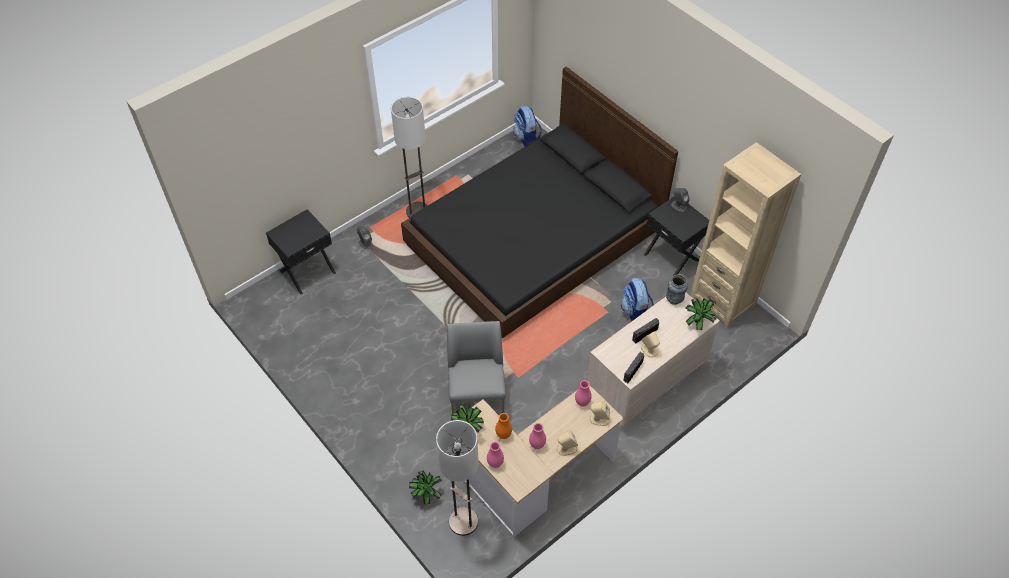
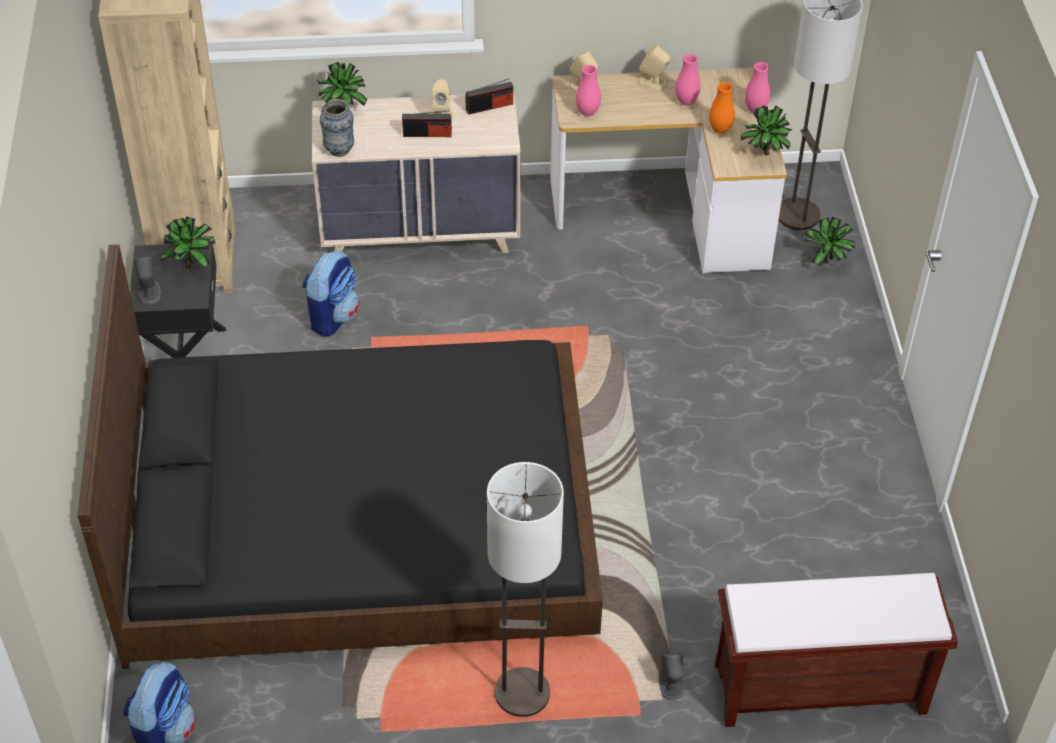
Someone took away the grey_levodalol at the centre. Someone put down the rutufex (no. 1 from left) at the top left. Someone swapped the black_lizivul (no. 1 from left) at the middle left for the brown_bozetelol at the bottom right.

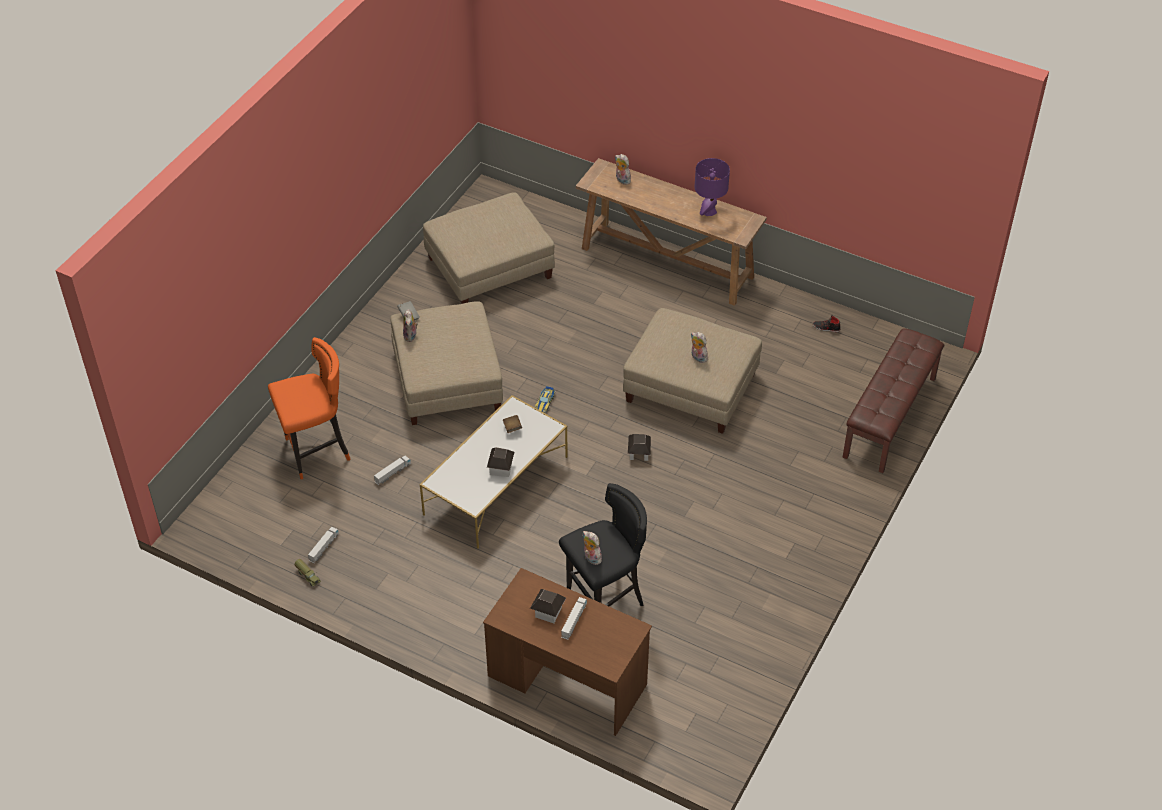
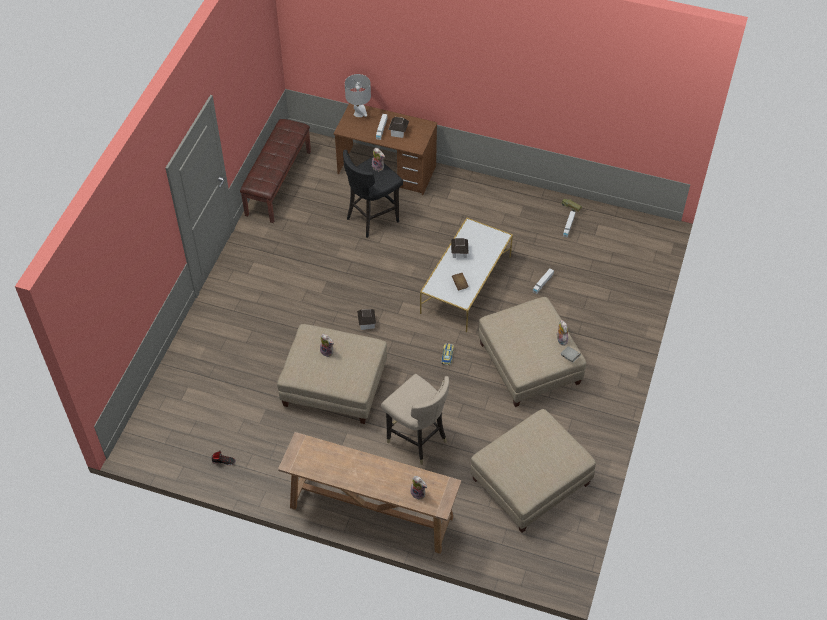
Someone took away the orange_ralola at the middle left. Someone took away the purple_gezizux at the top centre. Someone put down the grey_gezizux at the top centre. Someone put down the beige_ralola at the bottom centre. Someone carried the brown_bozetelol from the middle right to the top left.

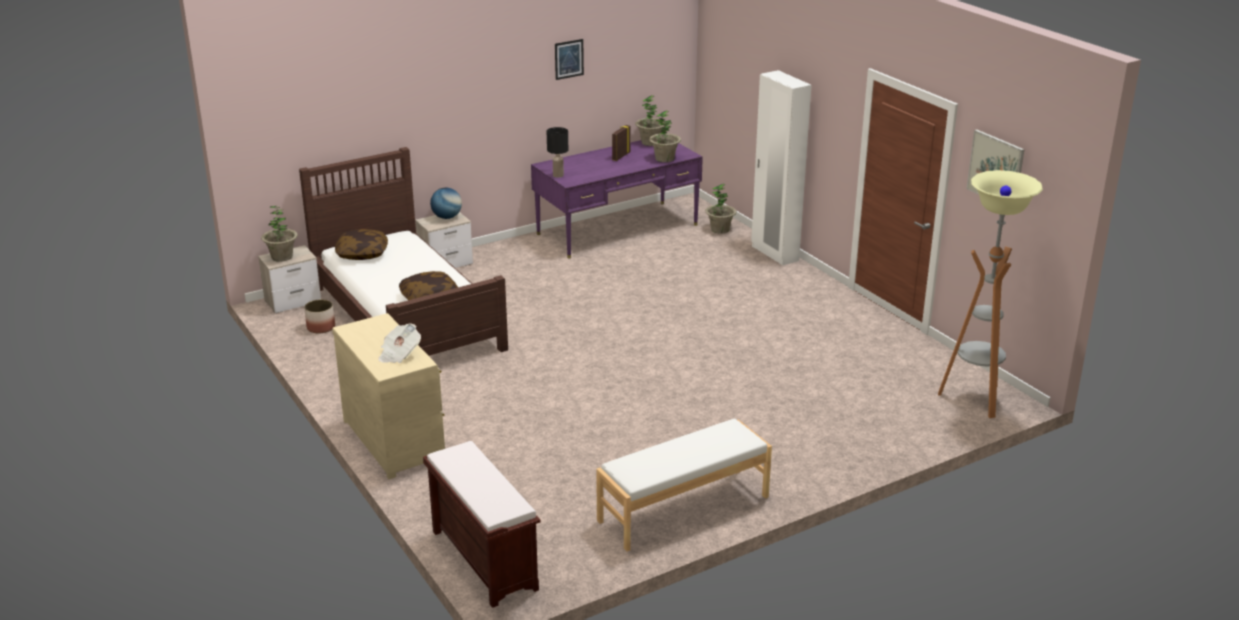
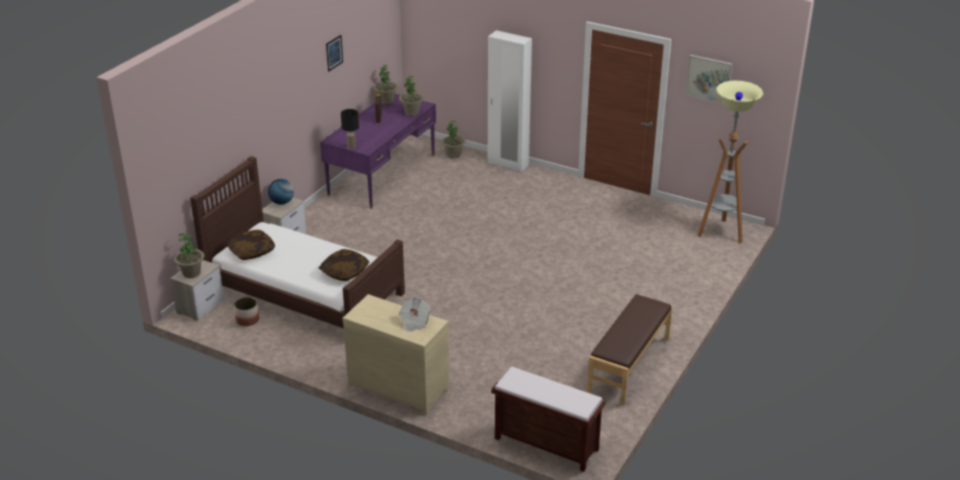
Someone repainted the white_bozetelol at the bottom centre, which became the brown_bozetelol (no. 2 from left) at the bottom centre.

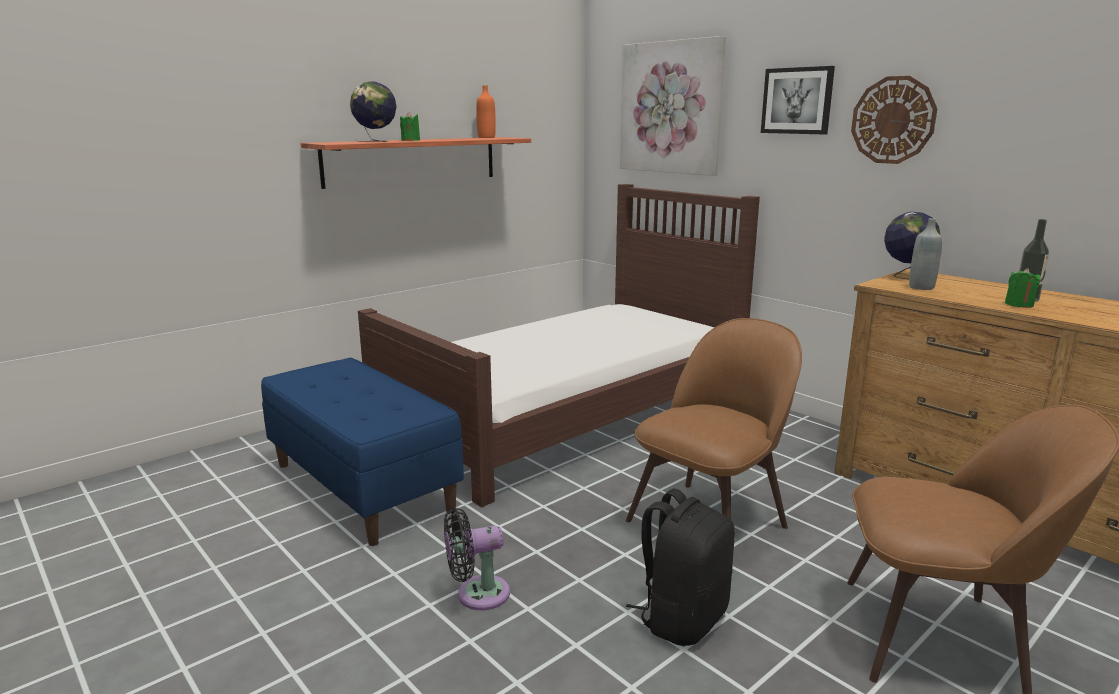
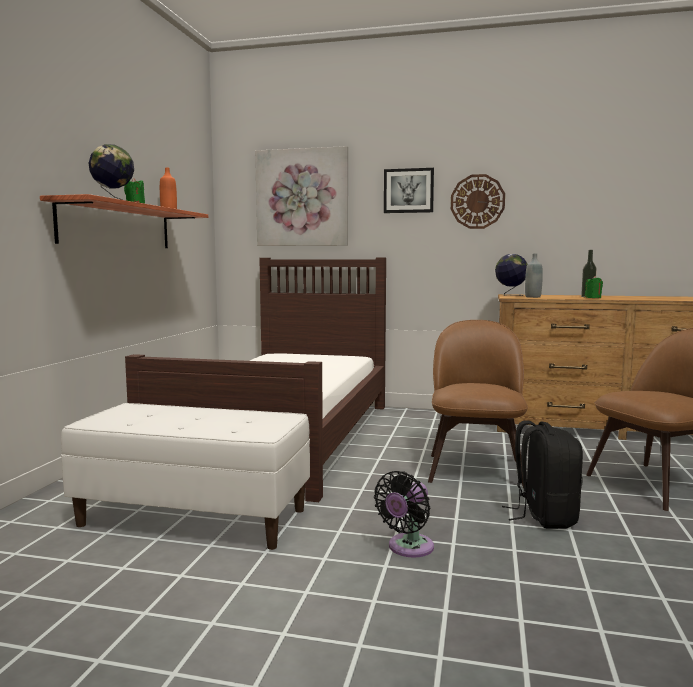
Someone repainted the blue_bozetelol at the middle left, which became the white_bozetelol at the bottom left.

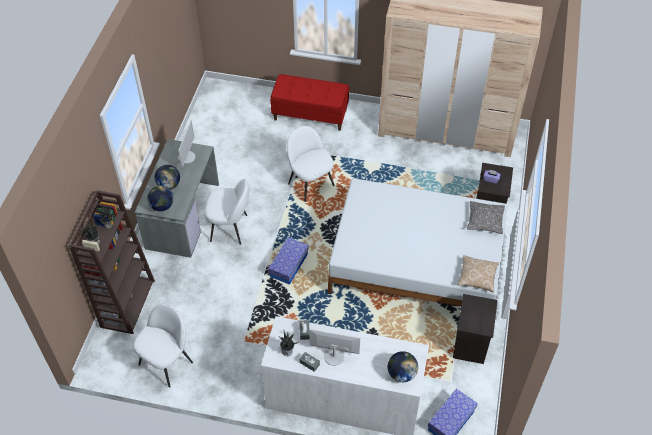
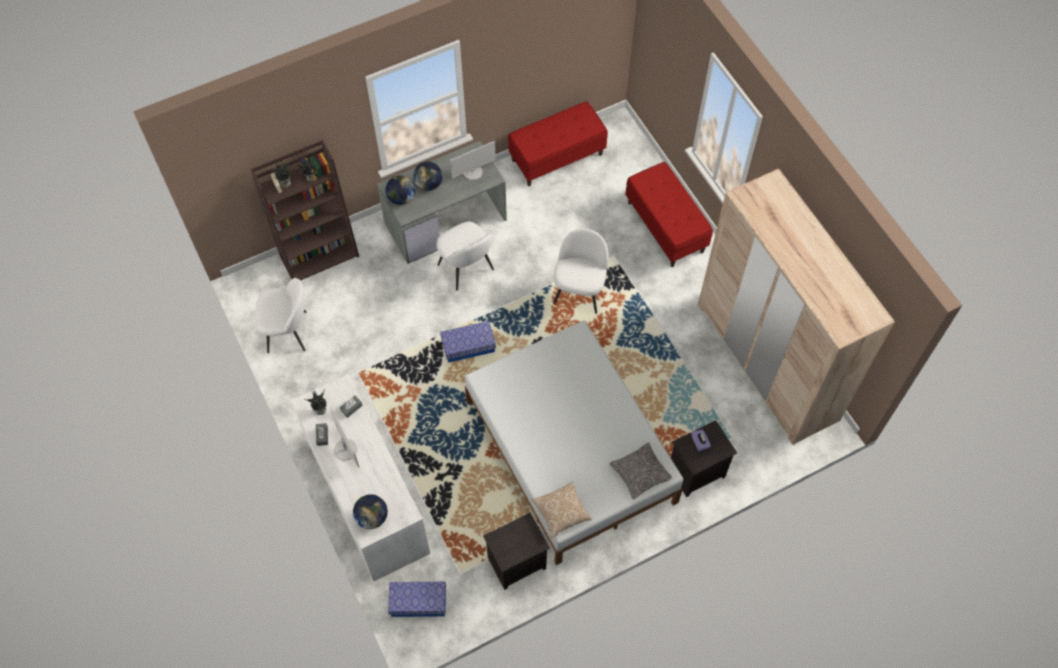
Someone put down the red_bozetelol (no. 1 from left) at the top centre.

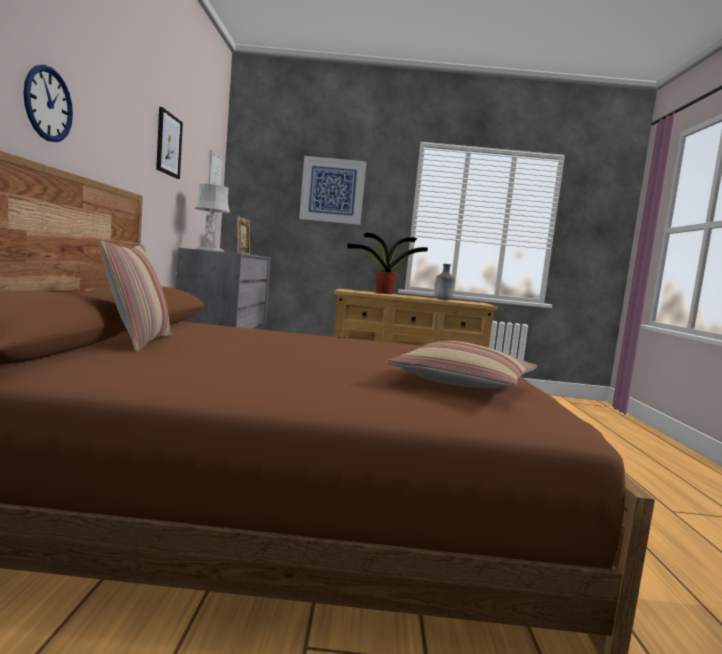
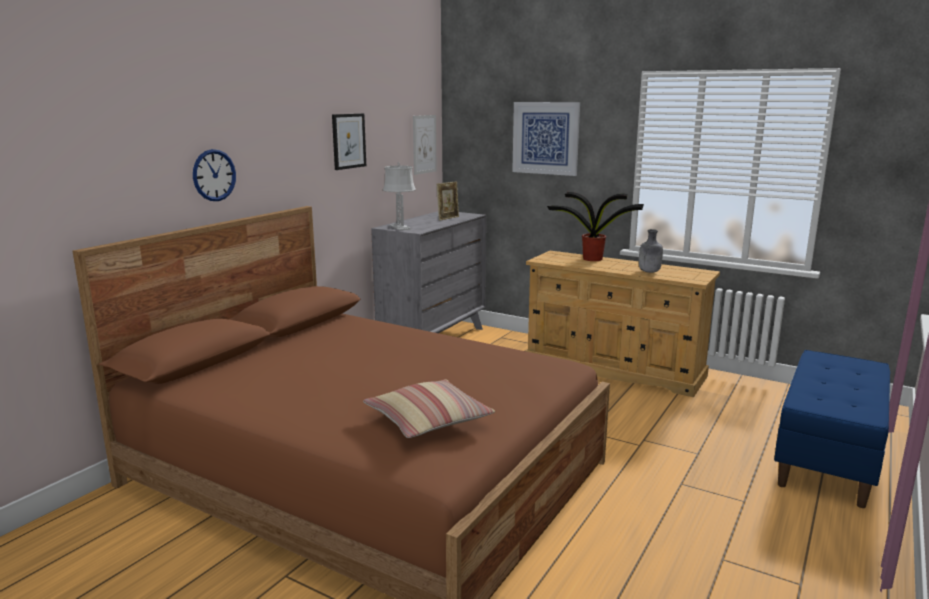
Someone took away the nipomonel (no. 1 from left) at the middle left. Someone put down the blue_bozetelol at the bottom right.

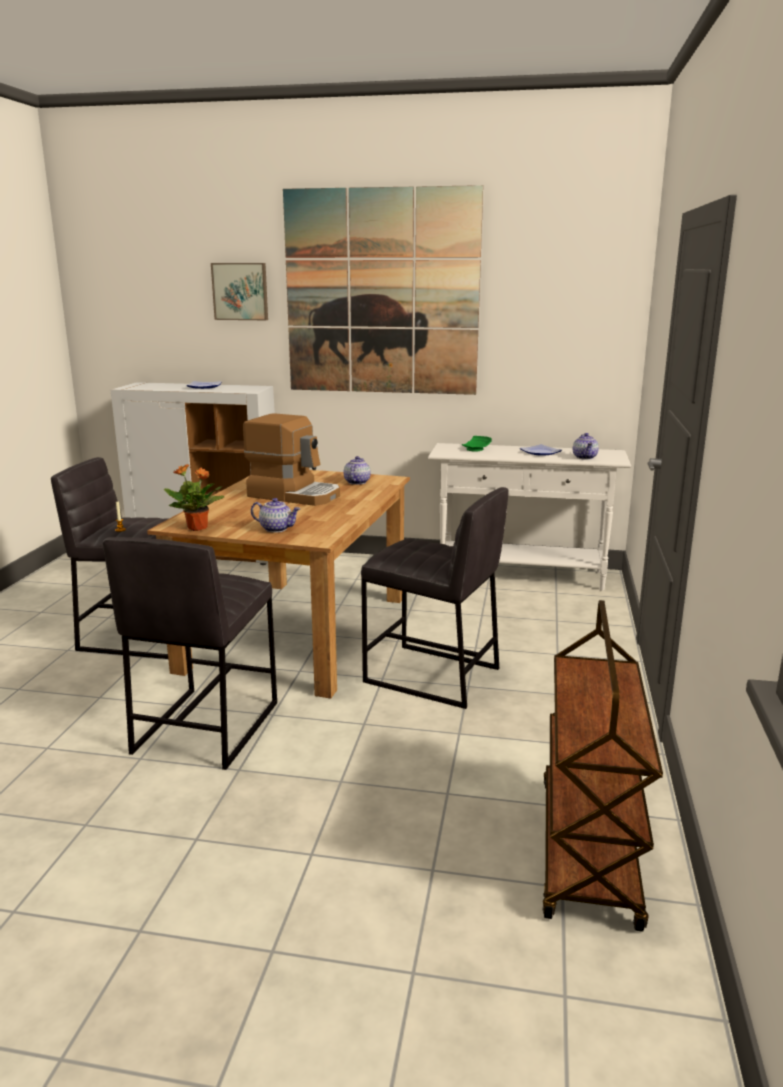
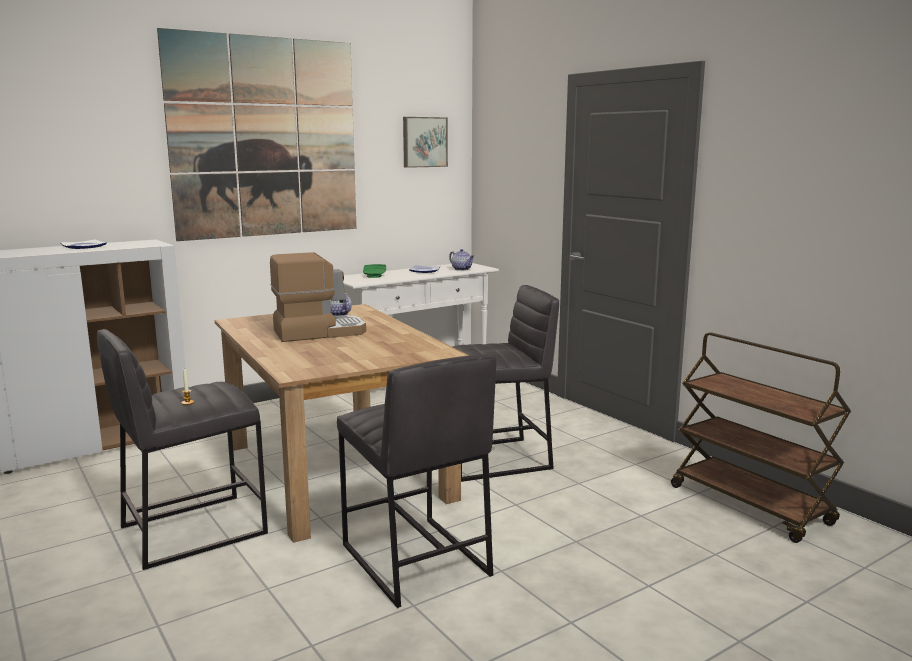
Someone took away the rutufex at the middle left. Someone took away the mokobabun (no. 1 from left) at the centre. Someone carried the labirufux (no. 1 from left in the first image) from the top left to the top centre.

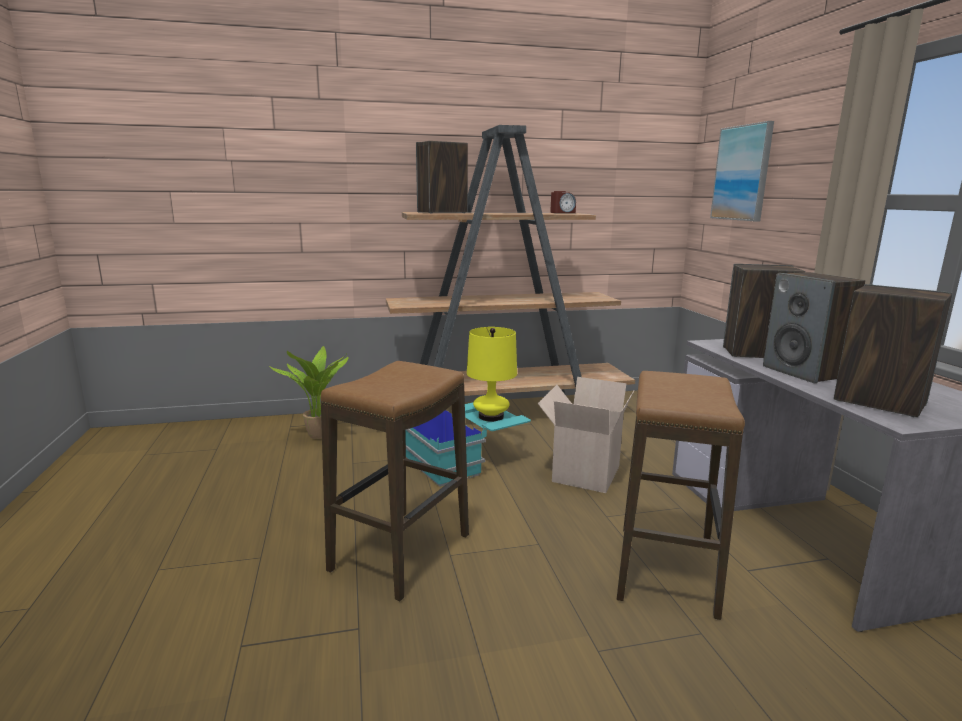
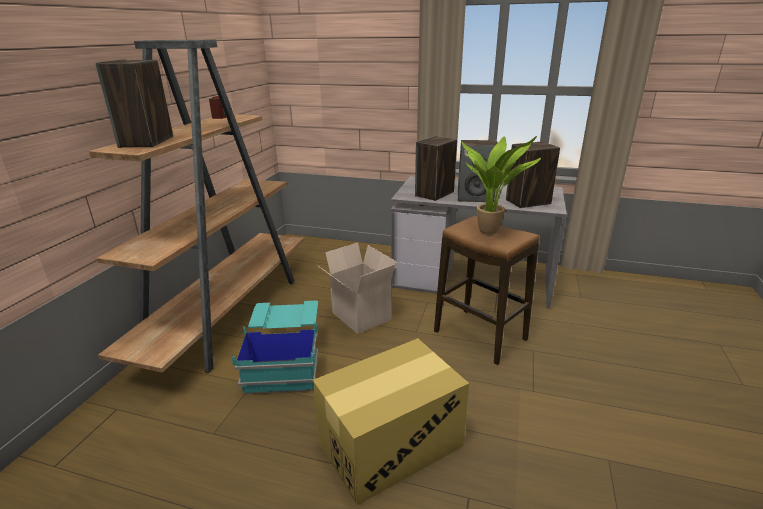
Someone took away the yellow_gezizux at the centre. Someone took away the labirufux at the top right. Someone carried the rutufex from the middle left to the centre. Someone swapped the ralola (no. 1 from left) at the bottom centre for the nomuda (no. 2 from left) at the bottom centre.

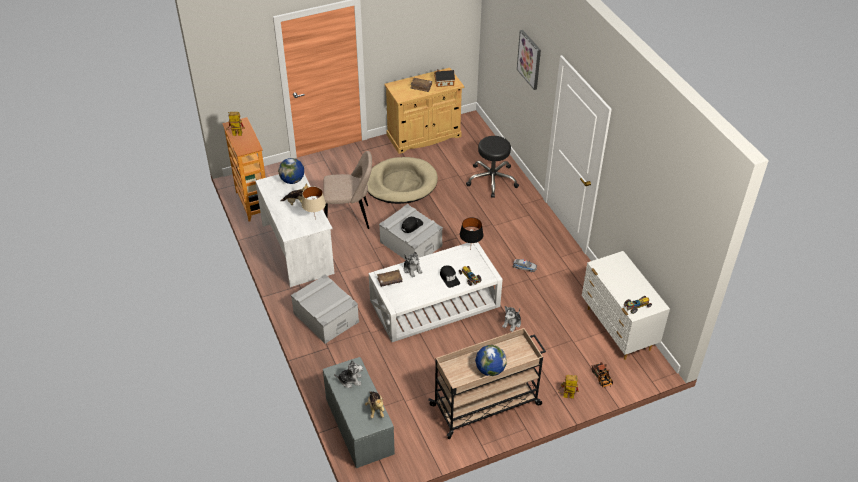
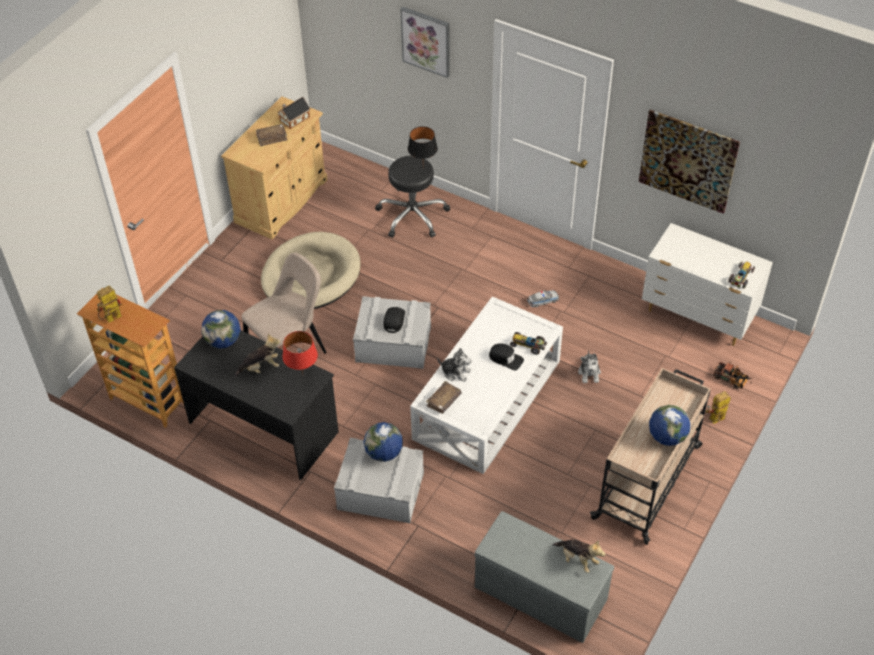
Someone took away the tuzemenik (no. 2 from left) at the bottom centre. Someone put down the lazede (no. 2 from left) at the bottom centre. Someone put up the labirufux (no. 2 from left) at the top right. Someone carried the black_gezizux from the centre to the top centre. Someone repainted the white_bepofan at the centre, which became the black_bepofan at the middle left. Someone repainted the beige_gezizux at the centre, which became the red_gezizux at the centre.

